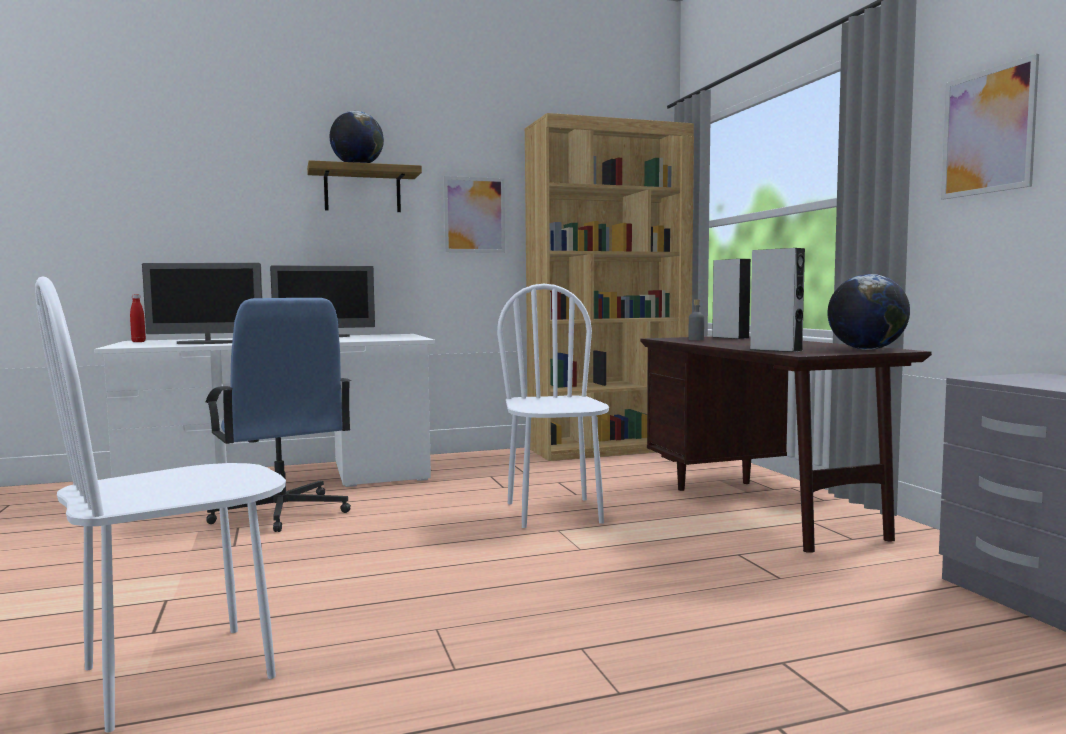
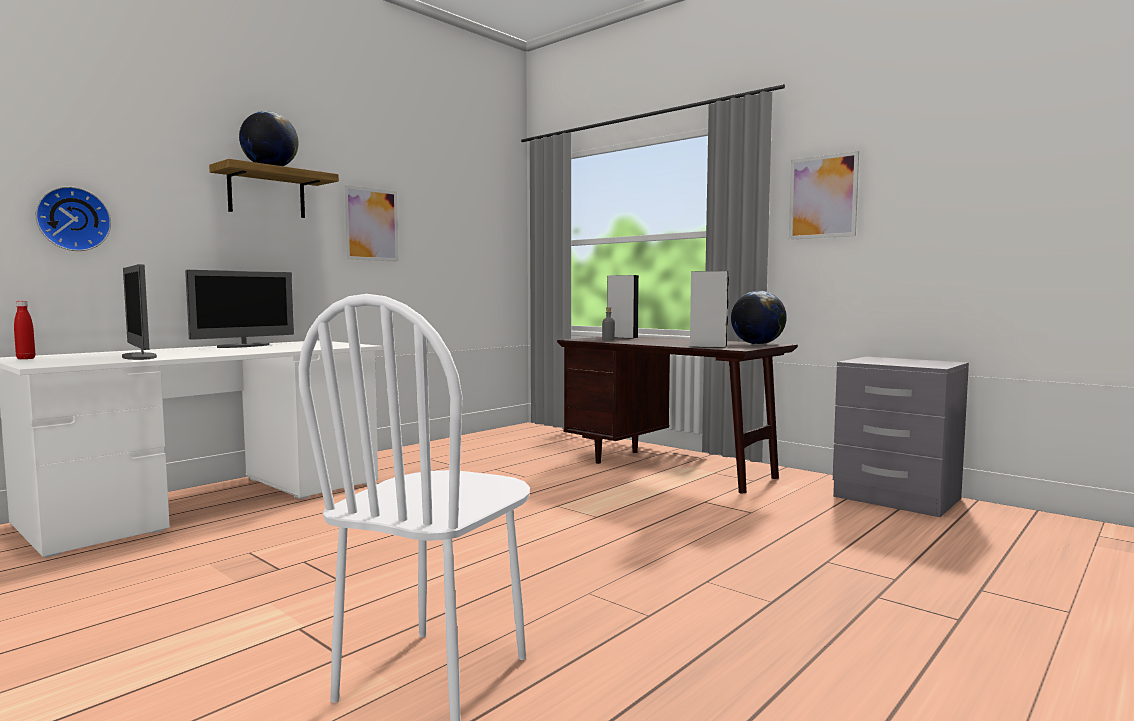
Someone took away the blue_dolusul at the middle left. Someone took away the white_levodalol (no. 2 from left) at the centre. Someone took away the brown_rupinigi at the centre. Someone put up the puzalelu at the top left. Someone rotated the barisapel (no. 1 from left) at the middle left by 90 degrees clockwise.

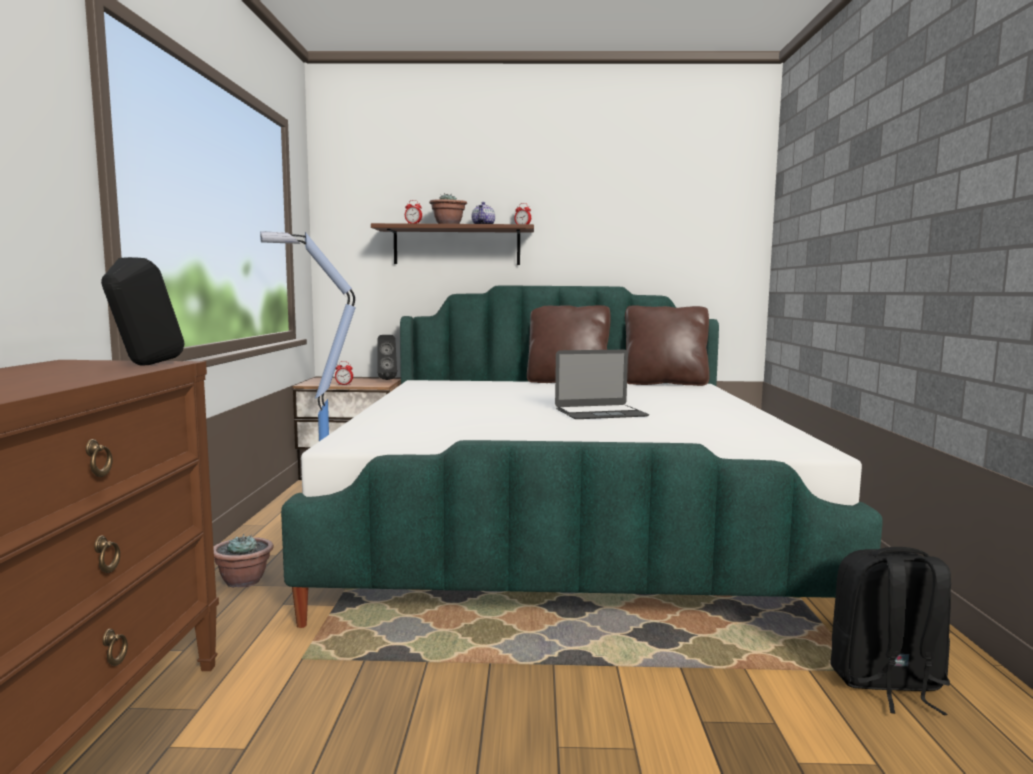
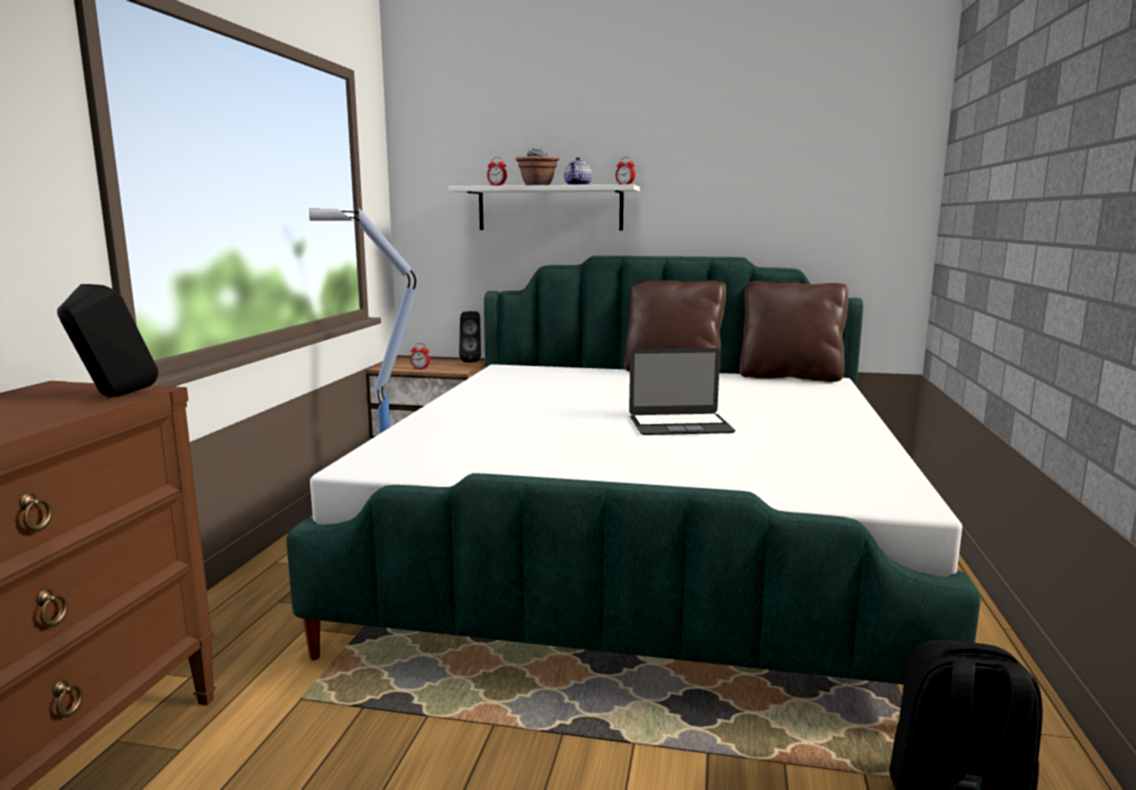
Someone took away the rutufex (no. 1 from left) at the bottom left. Someone repainted the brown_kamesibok at the top centre, which became the white_kamesibok at the top centre.

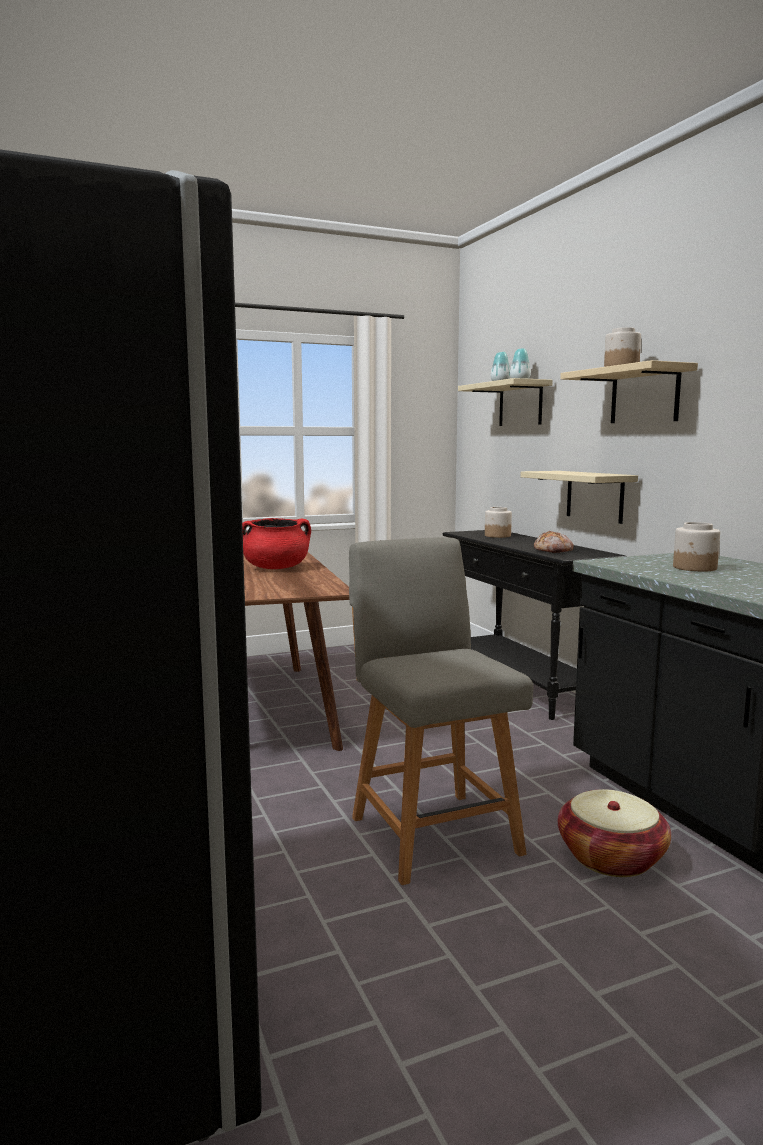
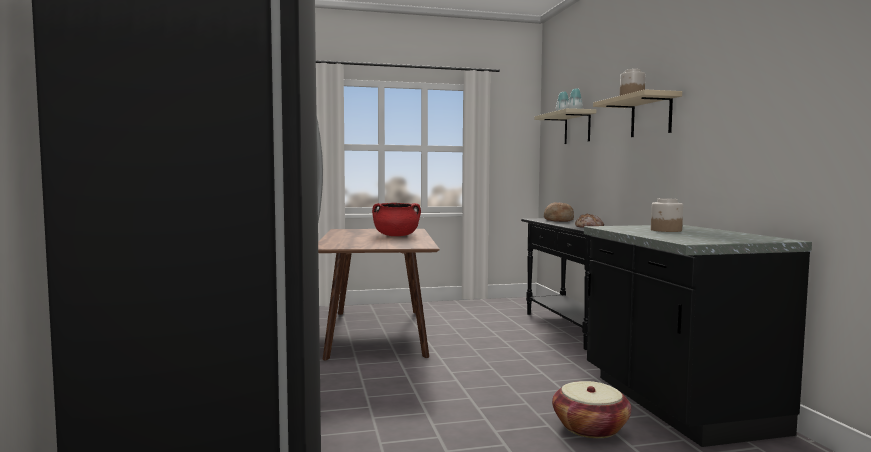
Someone took away the grey_levodalol at the centre. Someone took away the beige_kamesibok (no. 2 from left) at the middle right. Someone swapped the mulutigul (no. 1 from left) at the centre for the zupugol (no. 1 from left) at the centre.

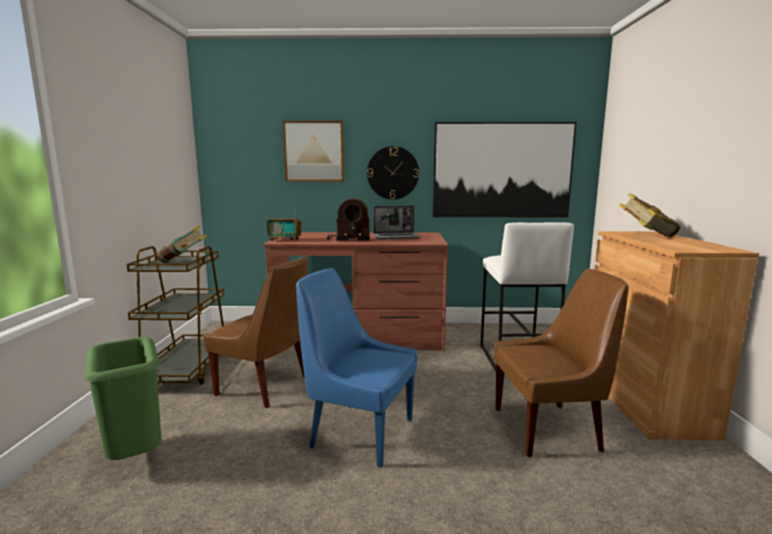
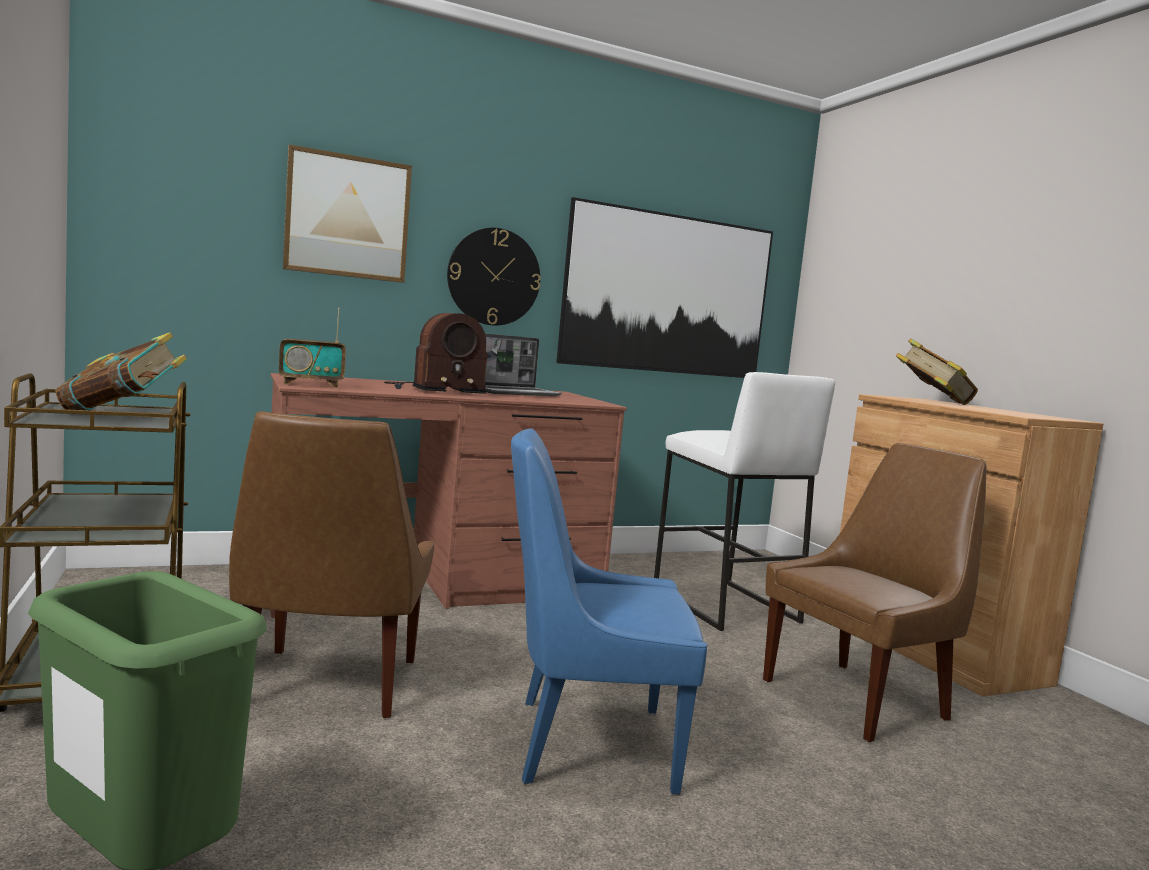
Someone rotated the brown_levodalol (no. 1 from left) at the middle left by 90 degrees clockwise.

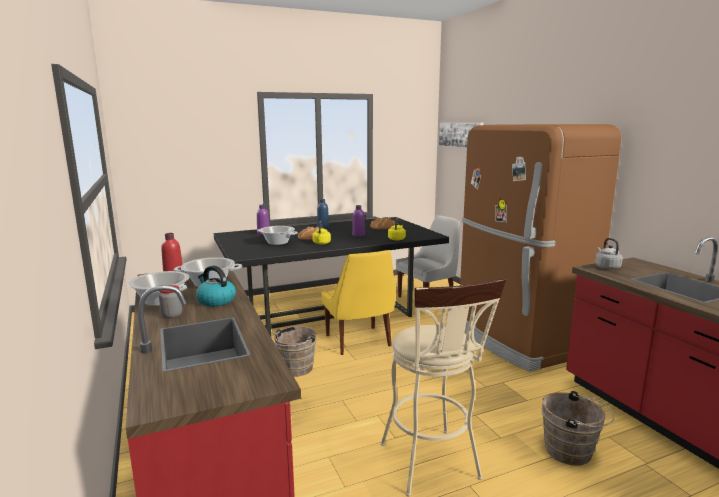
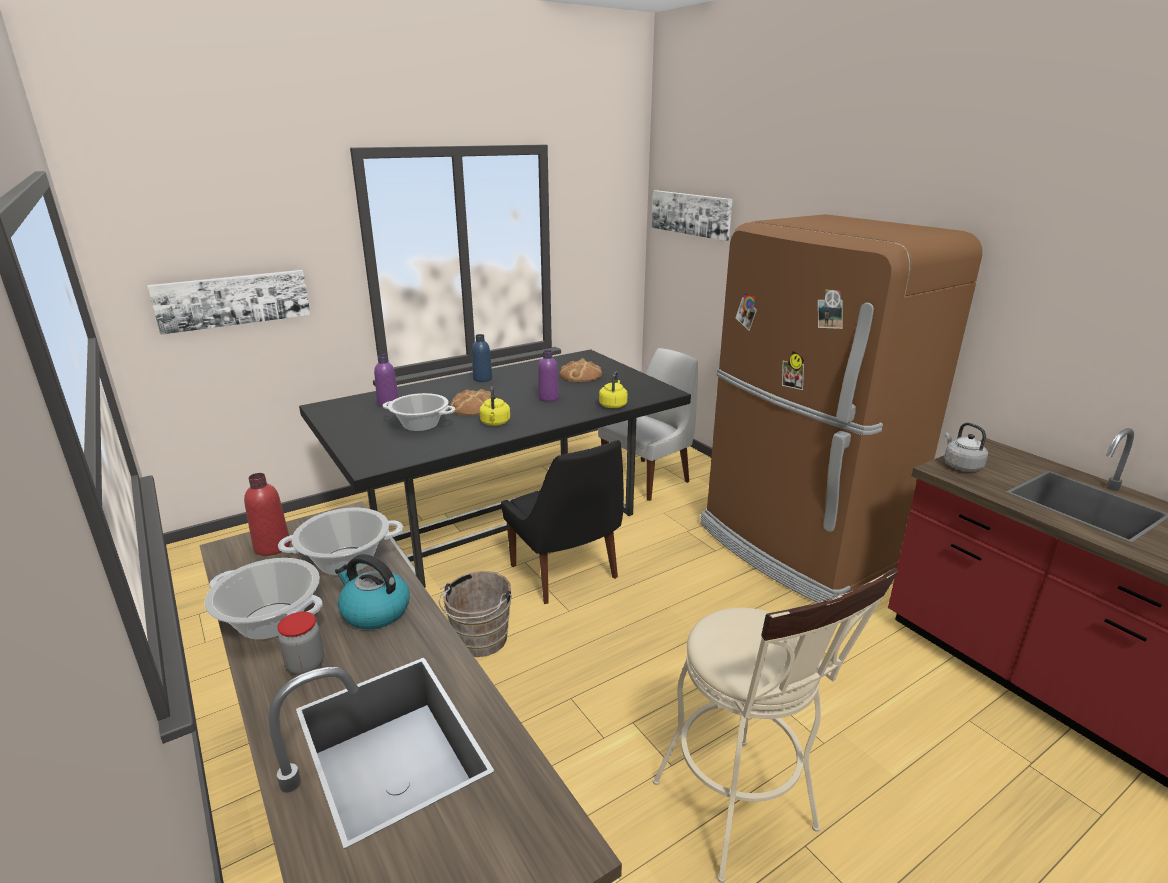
Someone took away the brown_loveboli (no. 2 from left) at the bottom right. Someone put up the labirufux (no. 1 from left) at the middle left. Someone repainted the yellow_levodalol at the centre, which became the black_levodalol at the centre.

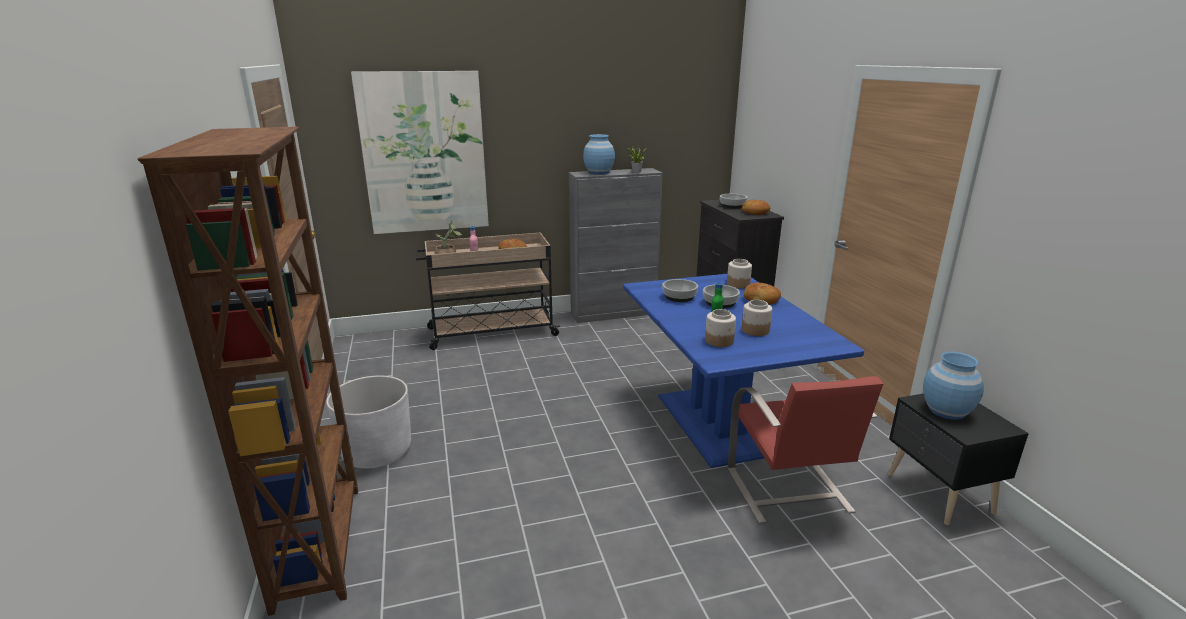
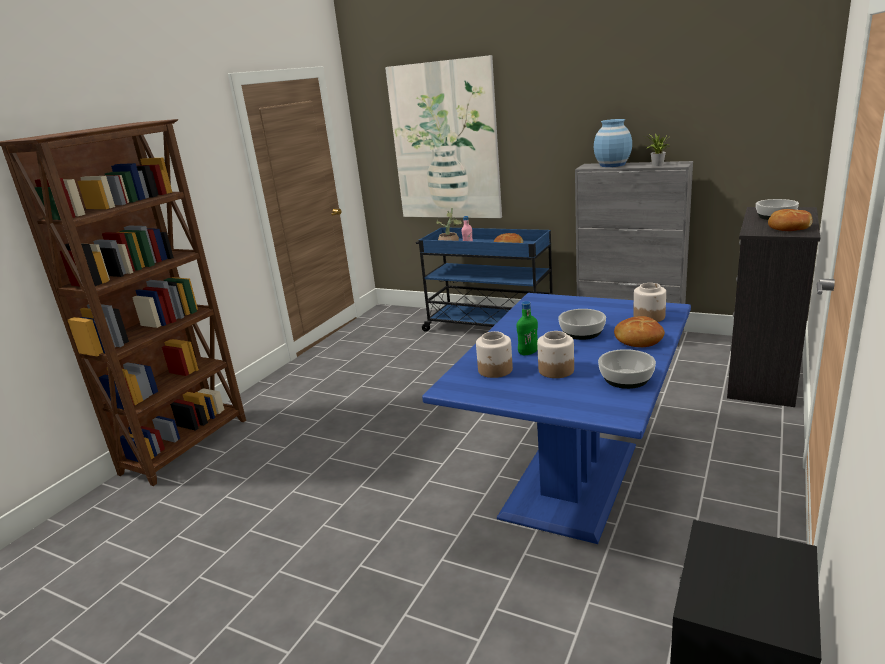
Someone took away the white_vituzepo at the bottom left. Someone took away the red_levodalol at the bottom right. Someone took away the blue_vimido (no. 2 from left) at the middle right. Someone carried the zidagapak (no. 1 from left in the first image) from the centre to the middle right. Someone repainted the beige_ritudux at the centre, which became the blue_ritudux at the centre.

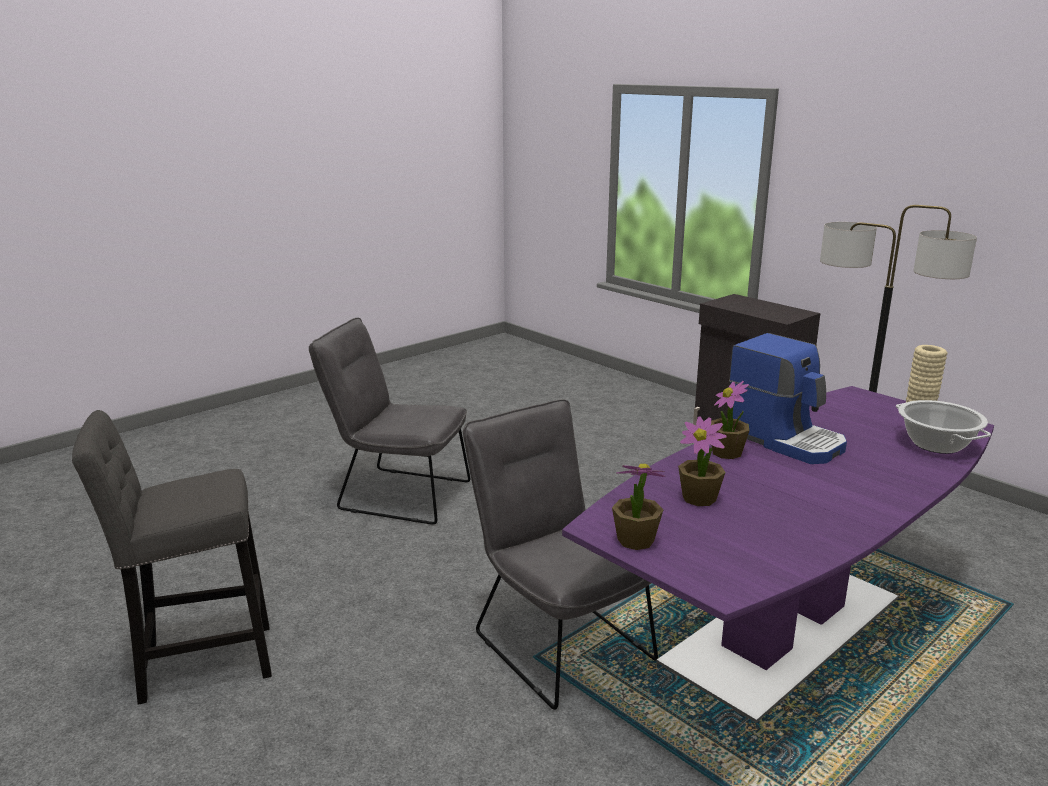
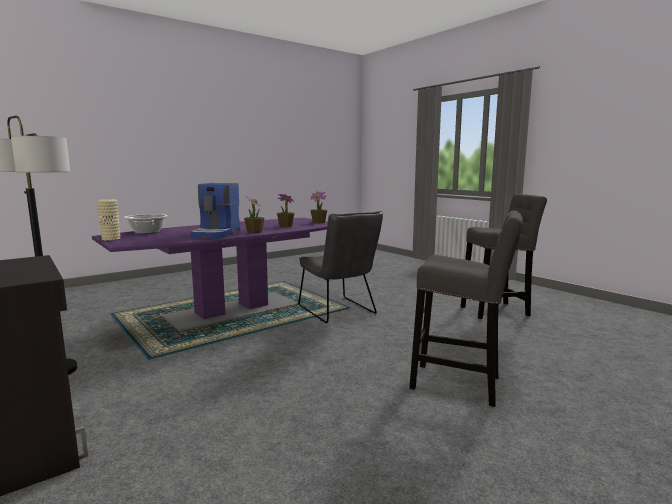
Someone swapped the grey_levodalol (no. 1 from left) at the centre for the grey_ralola (no. 1 from left) at the middle right. Someone rotated the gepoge at the middle right by 135 degrees counterclockwise.

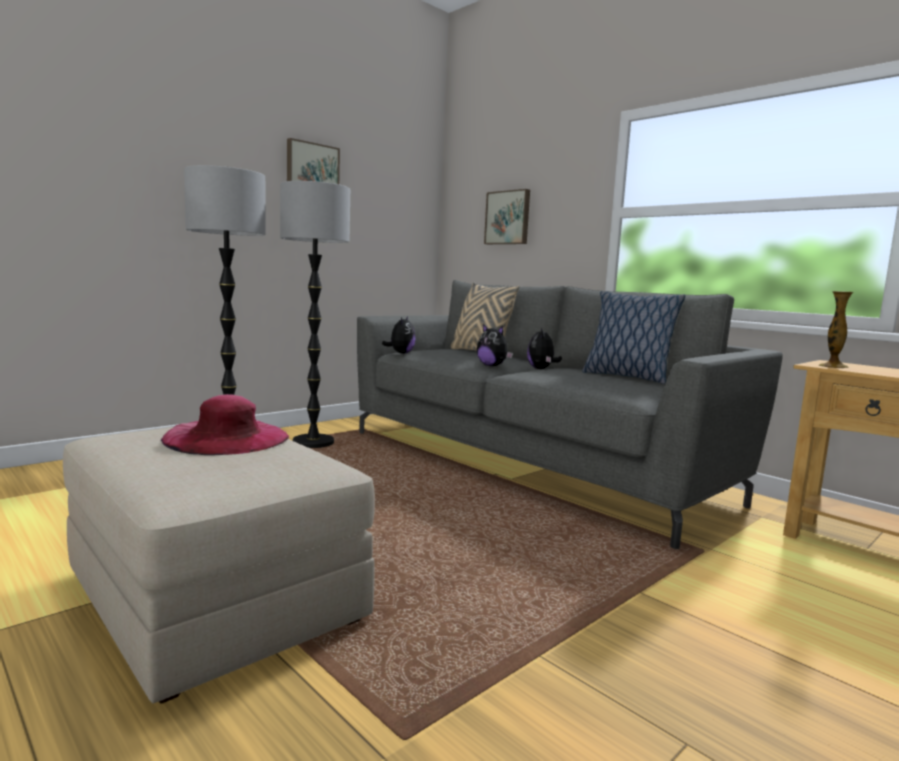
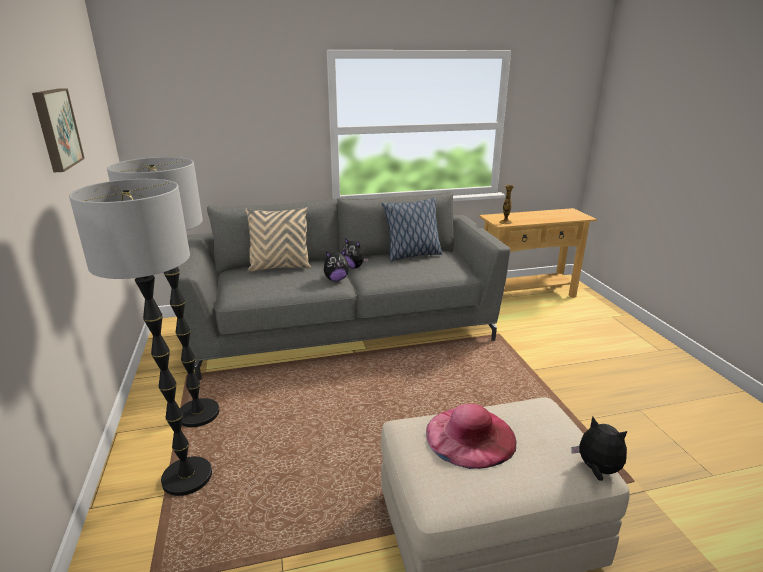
Someone took away the labirufux (no. 2 from left) at the top centre. Someone carried the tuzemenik (no. 1 from left in the first image) from the centre to the bottom right.

